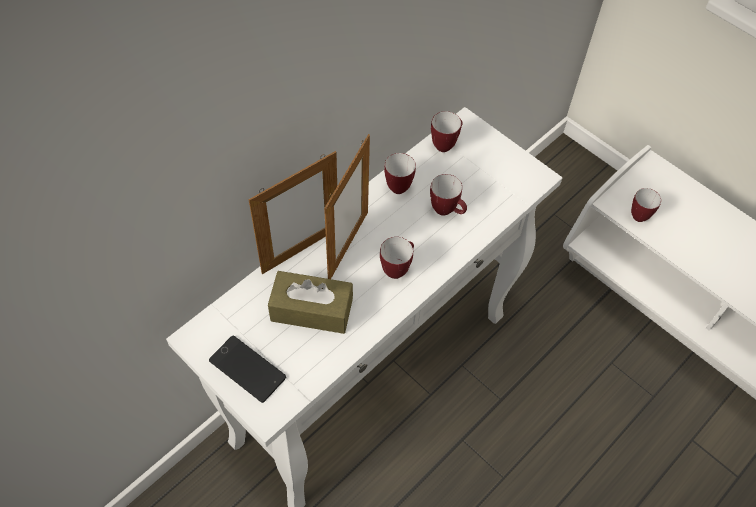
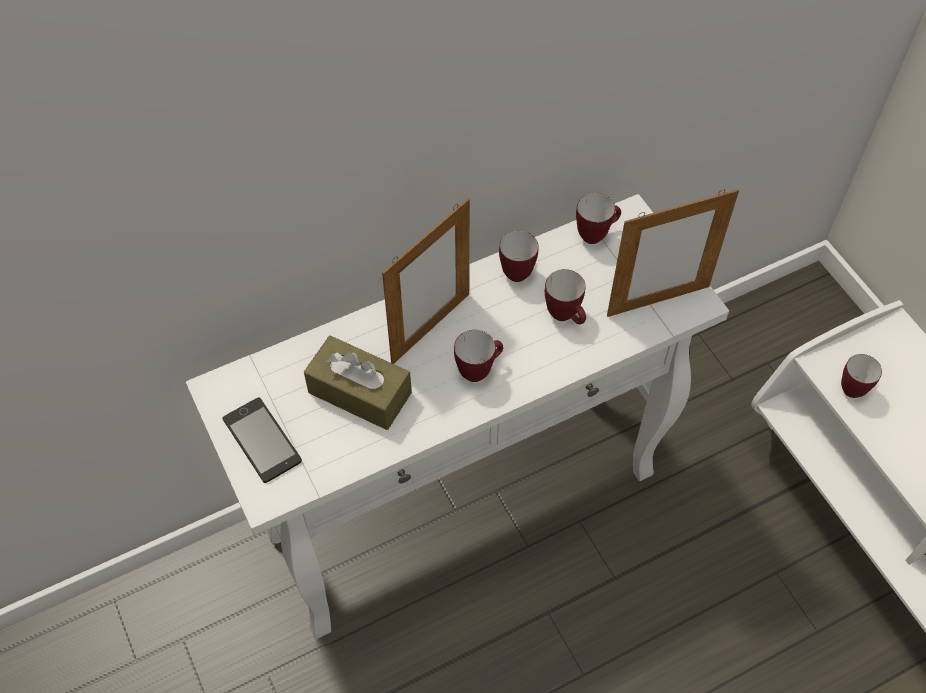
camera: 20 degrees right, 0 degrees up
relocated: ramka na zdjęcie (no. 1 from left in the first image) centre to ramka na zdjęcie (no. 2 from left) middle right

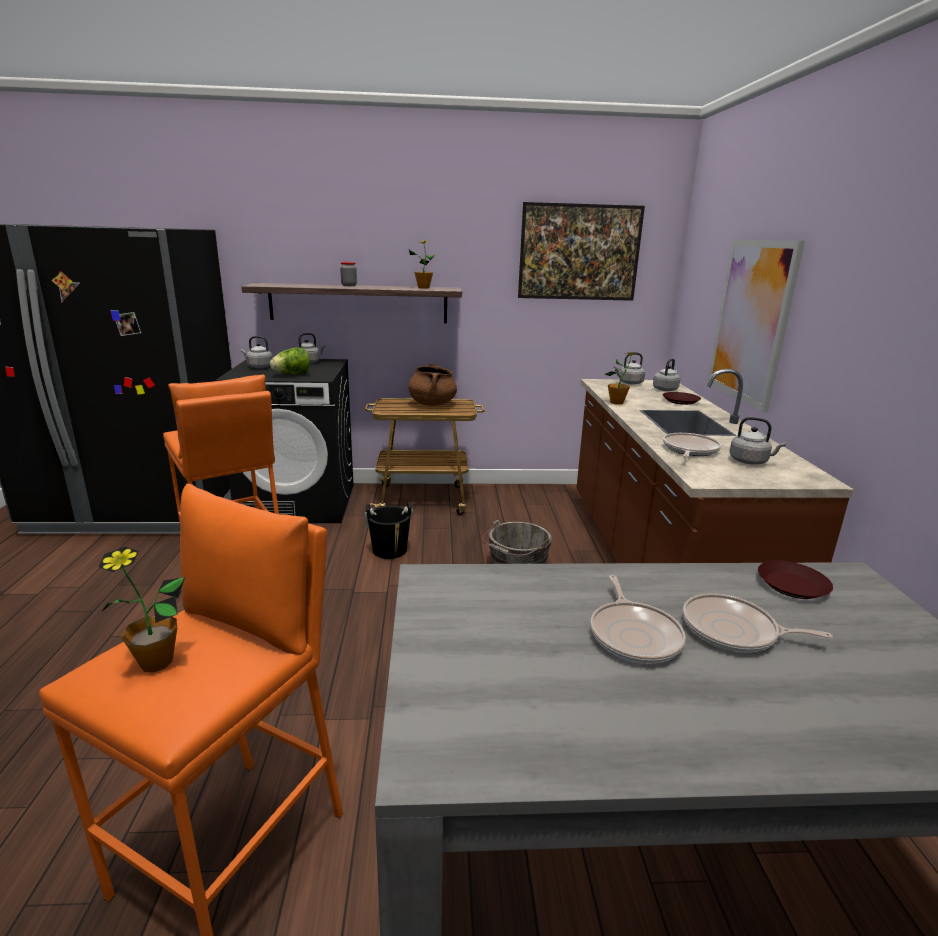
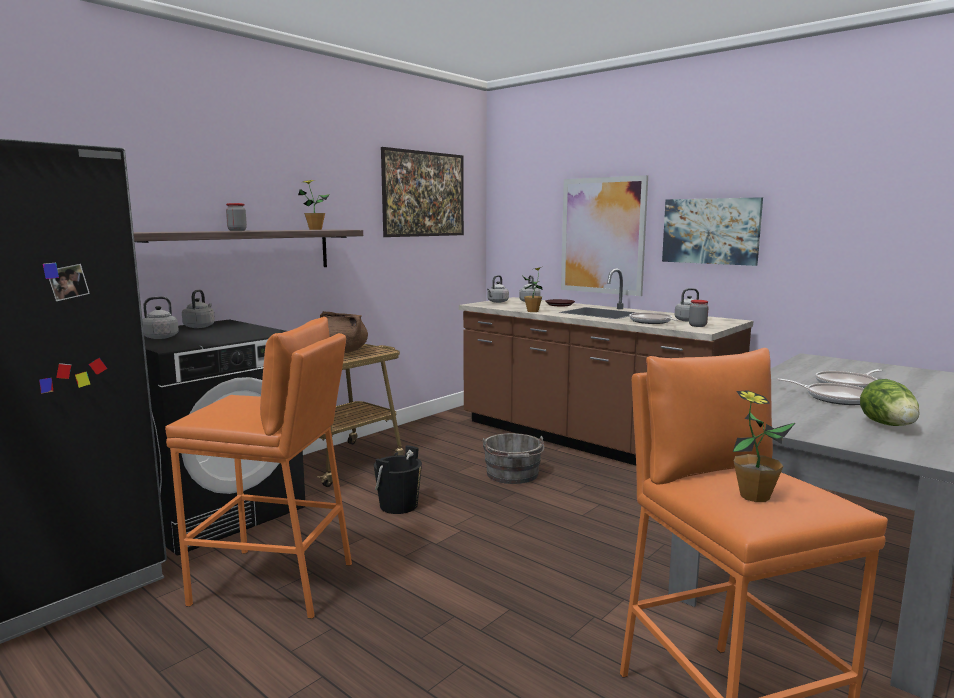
camera: 45 degrees left, 10 degrees down
missing: talerz [brązowy] (no. 2 from left) middle right
appeared: obraz (no. 3 from left) top right; słoik (no. 2 from left) middle right
relocated: sałata middle left to middle right

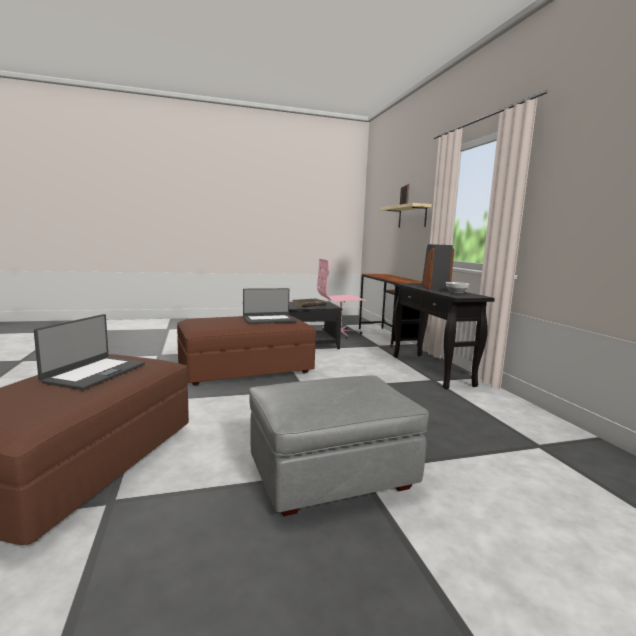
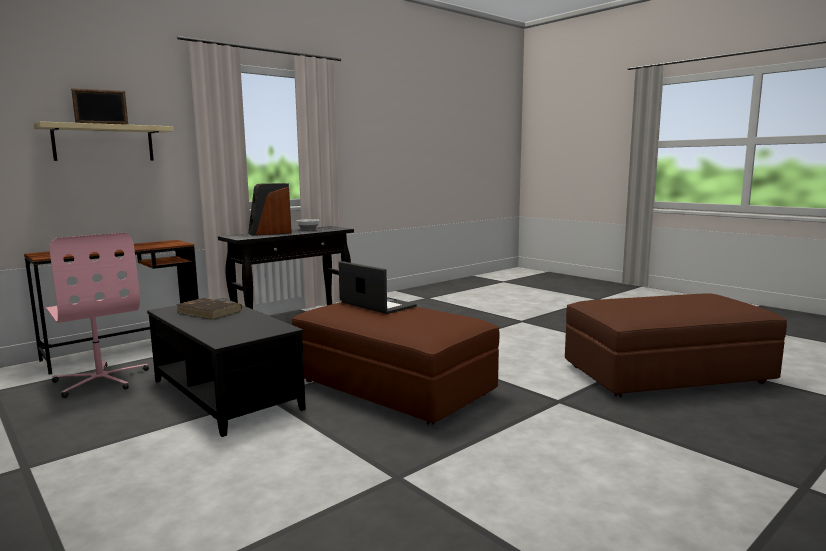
camera: 115 degrees left, 0 degrees up
missing: laptop (no. 1 from left) middle left; pufa [szary] bottom centre

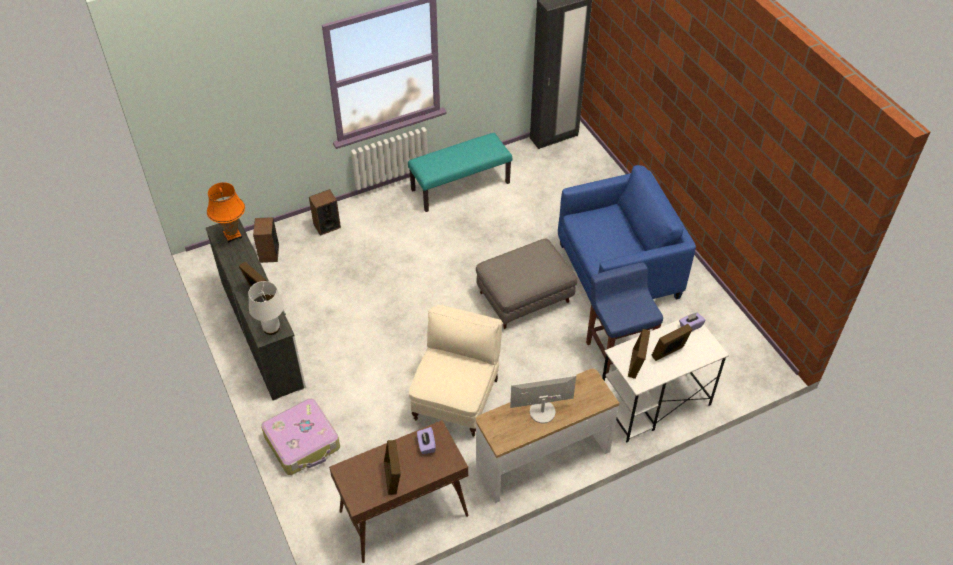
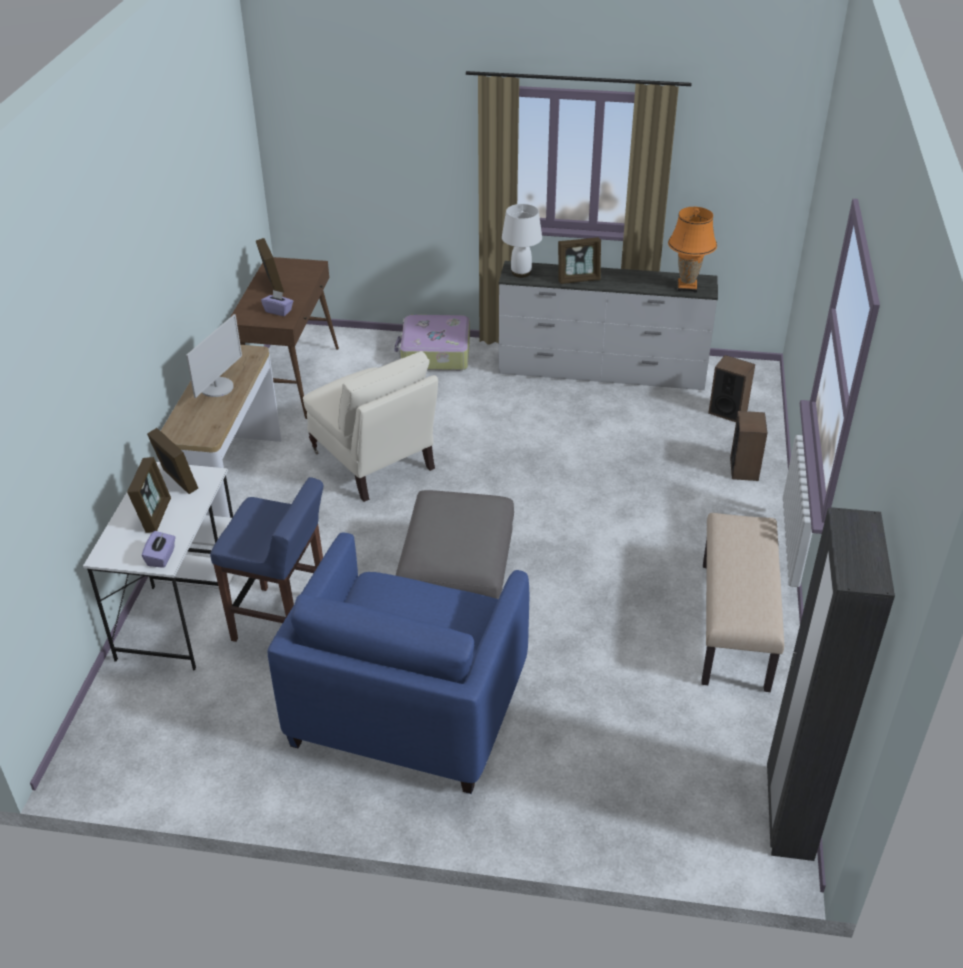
camera: 125 degrees right, 10 degrees down
colour: ławka [turkusowy] top centre to ławka [beżowy] middle right
spun: ramka na zdjęcie (no. 2 from left in the first image) bottom centre = top left 45 degrees clockwise

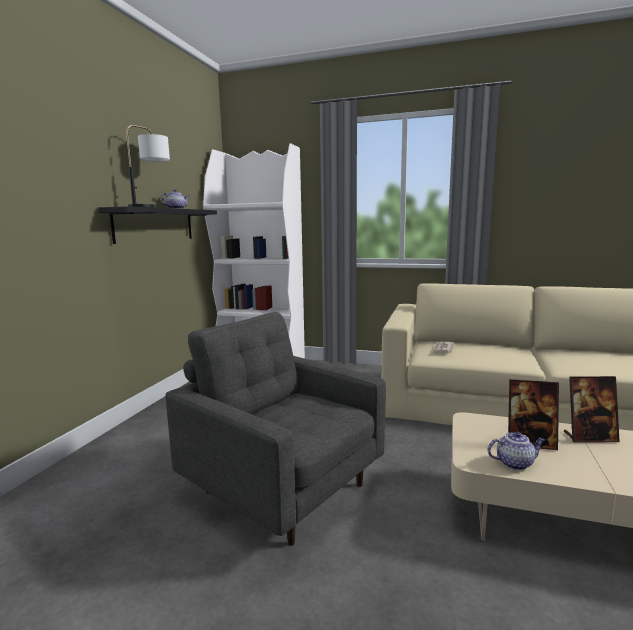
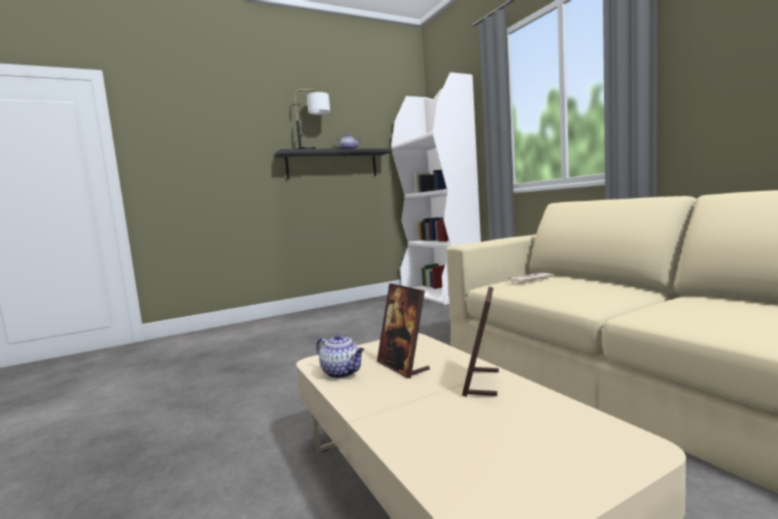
camera: 45 degrees right, 5 degrees down
missing: fotel [szary] bottom centre
spun: ramka na zdjęcie (no. 2 from left) middle right = centre 60 degrees clockwise

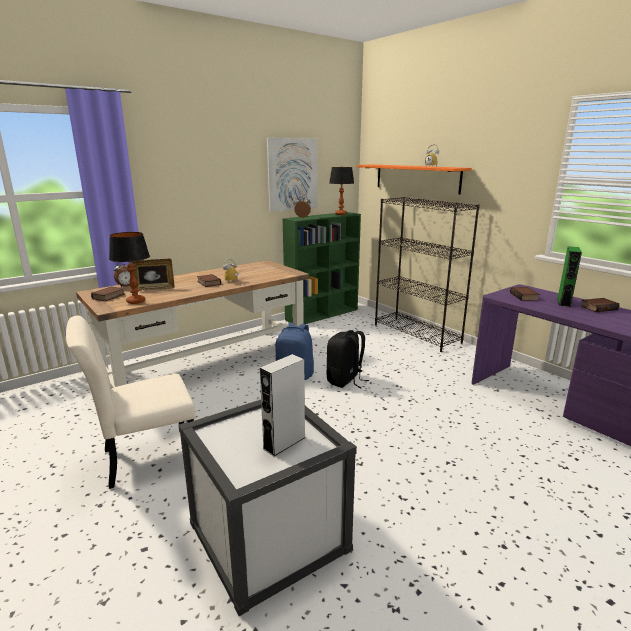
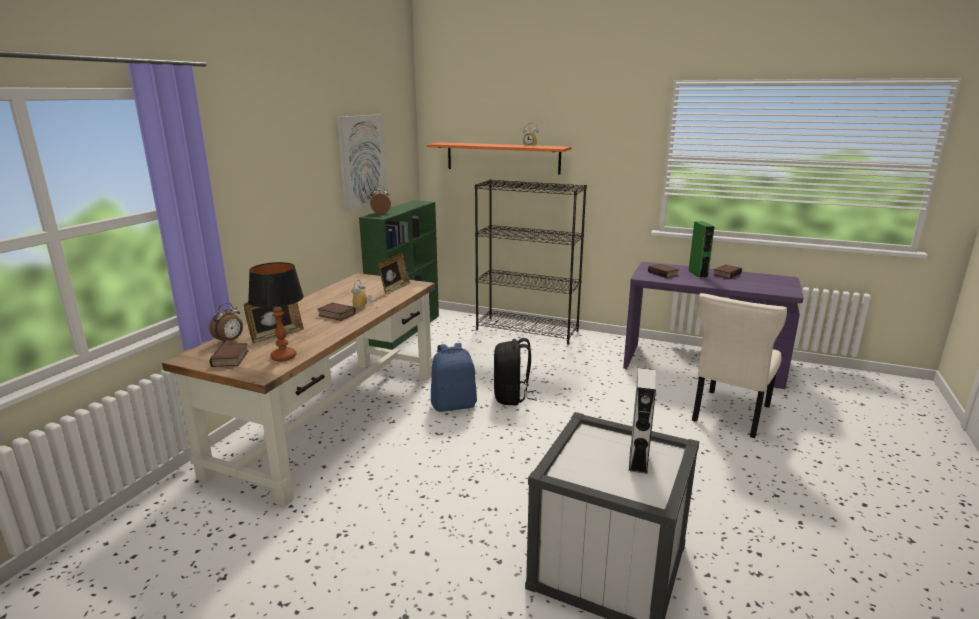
camera: 30 degrees left, 0 degrees up
missing: lampa stołowa (no. 2 from left) top centre
appeared: ramka na zdjęcie (no. 2 from left) centre
relocated: krzesło [beżowy] middle left to middle right

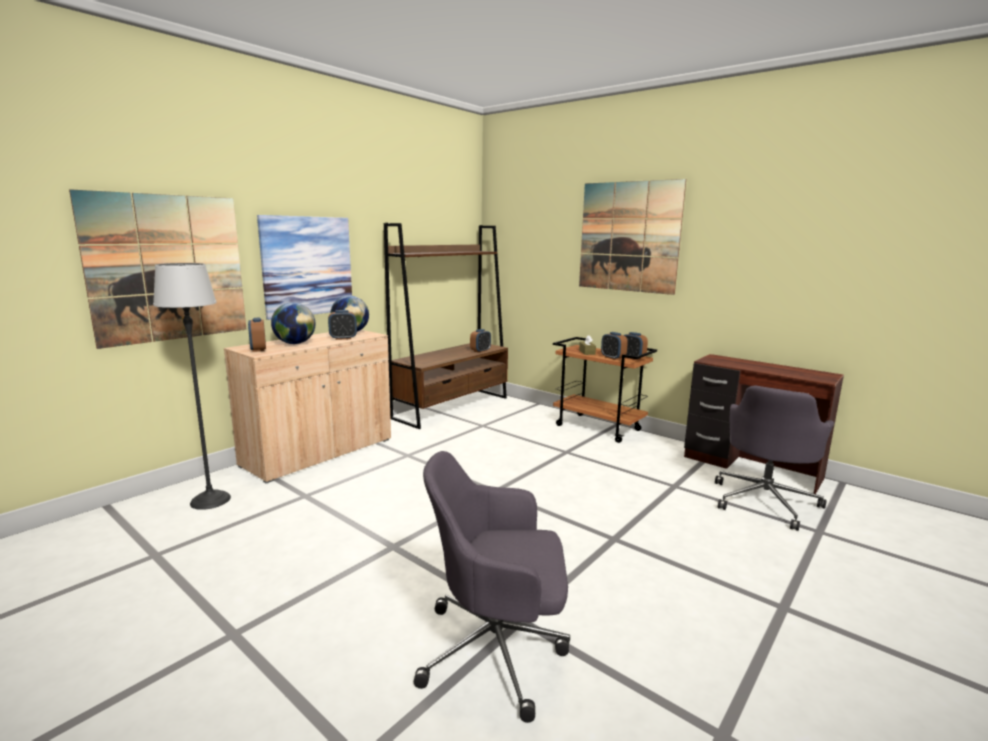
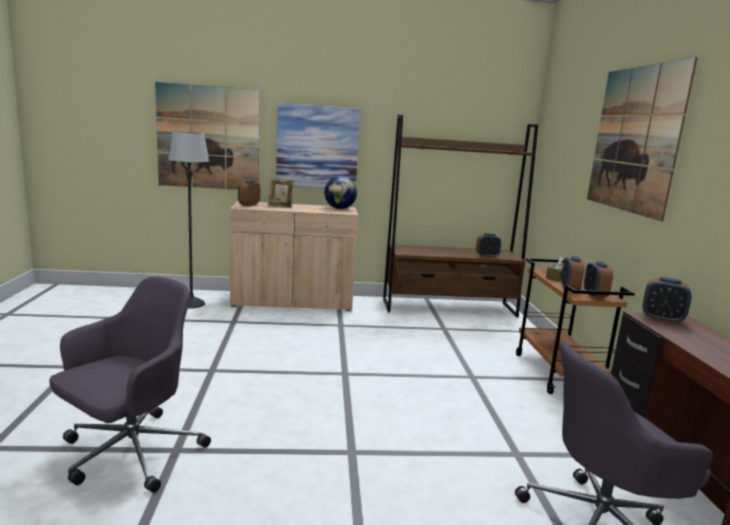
camera: 45 degrees right, 0 degrees up
relocated: budzik (no. 2 from left in the first image) centre to budzik (no. 5 from left) middle right
exchanged: globus (no. 1 from left) middle left to ramka na zdjęcie centre
spun: krzesło biurowe [szary] (no. 1 from left) bottom centre = bottom left 75 degrees clockwise

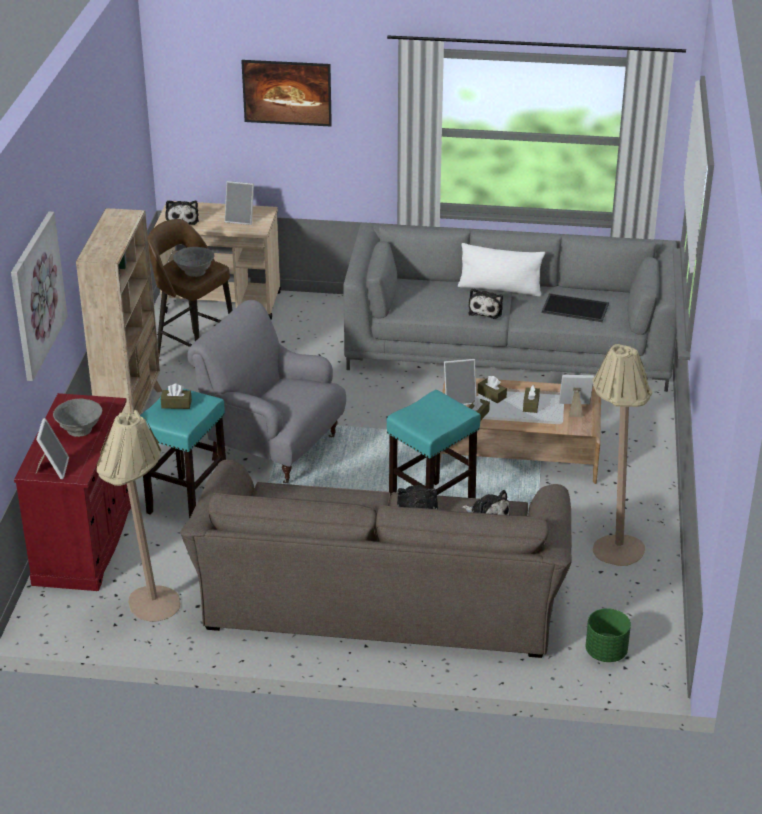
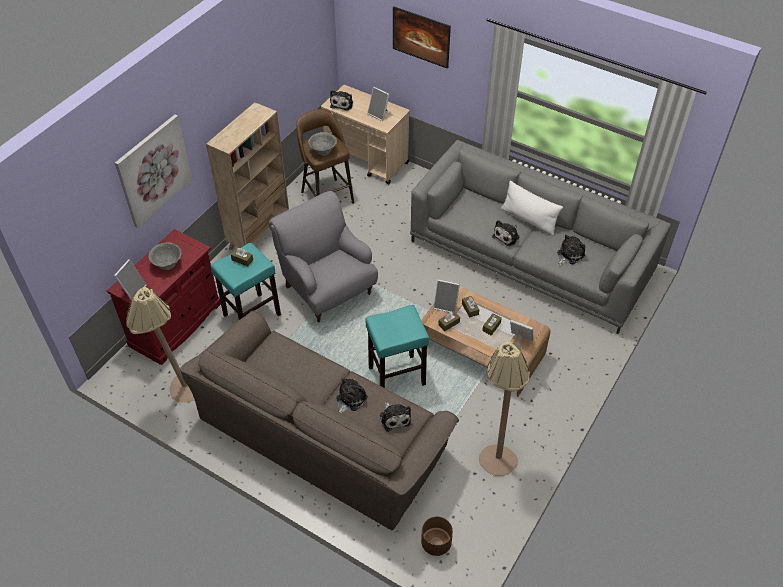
camera: 25 degrees right, 15 degrees up
exchanged: taca middle right to pluszak (no. 5 from left) middle right
colour: donica [zielony] bottom right to donica [brązowy] bottom centre

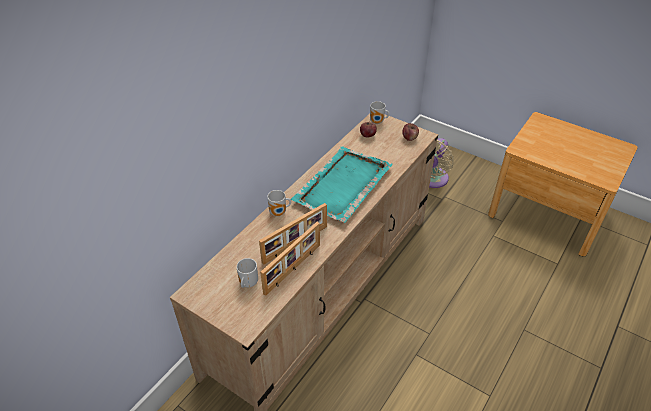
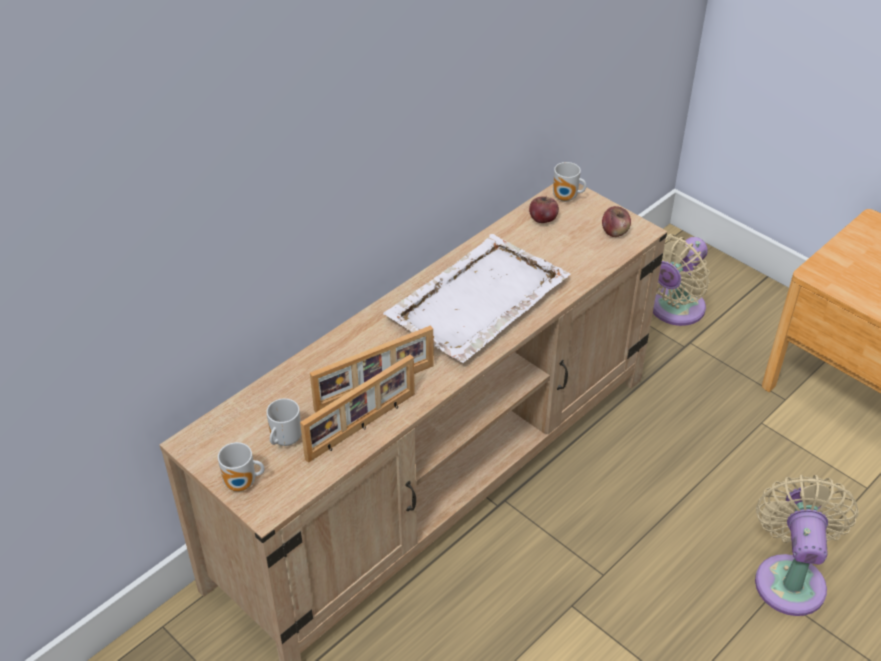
camera: 10 degrees right, 0 degrees up
appeared: wentylator [beżowy] (no. 2 from left) bottom right
relocated: kubek (no. 2 from left in the first image) centre to kubek (no. 1 from left) bottom left
colour: taca [turkusowy] centre to taca [biały] centre

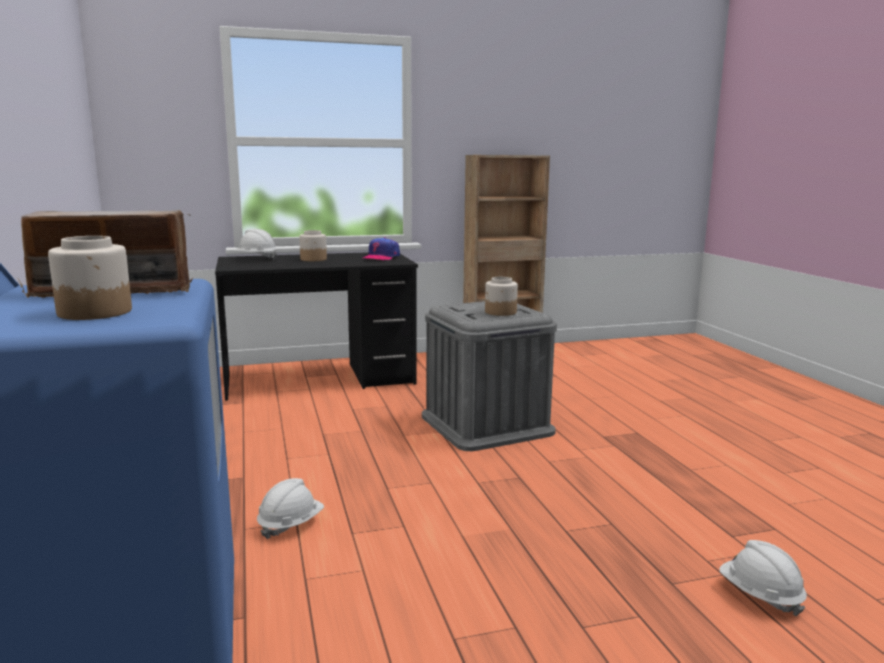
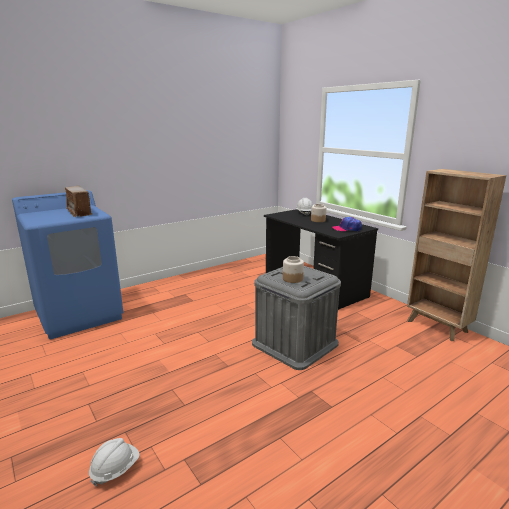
camera: 70 degrees right, 5 degrees up
missing: słoik (no. 1 from left) middle left; kask [biały] (no. 2 from left) bottom left

